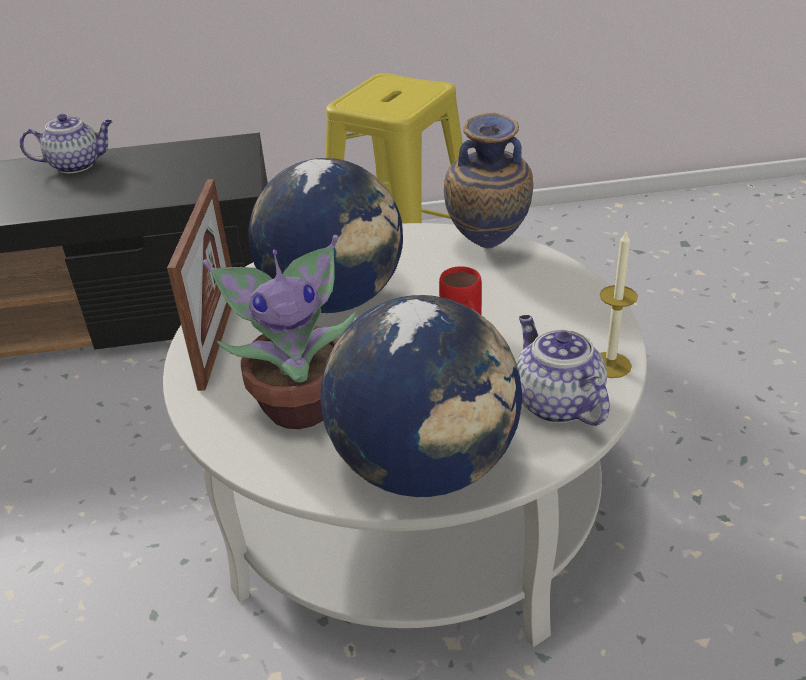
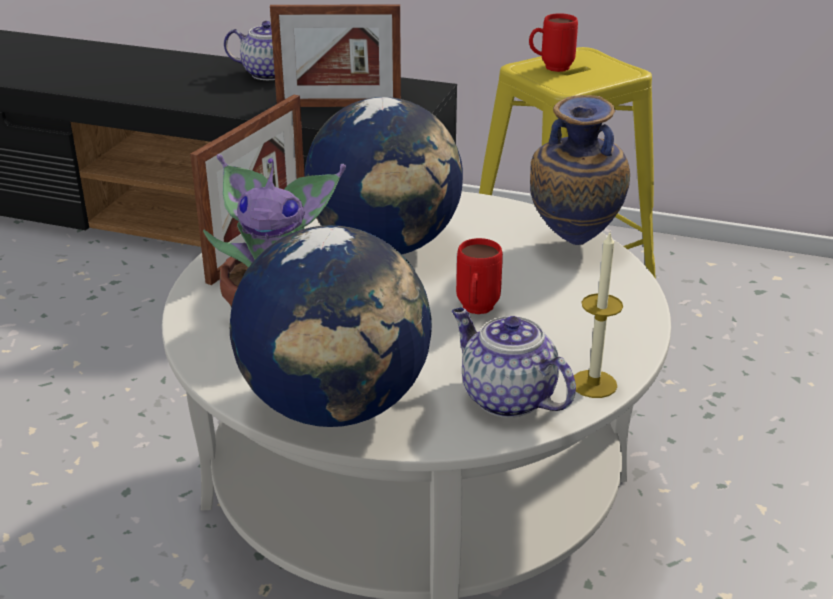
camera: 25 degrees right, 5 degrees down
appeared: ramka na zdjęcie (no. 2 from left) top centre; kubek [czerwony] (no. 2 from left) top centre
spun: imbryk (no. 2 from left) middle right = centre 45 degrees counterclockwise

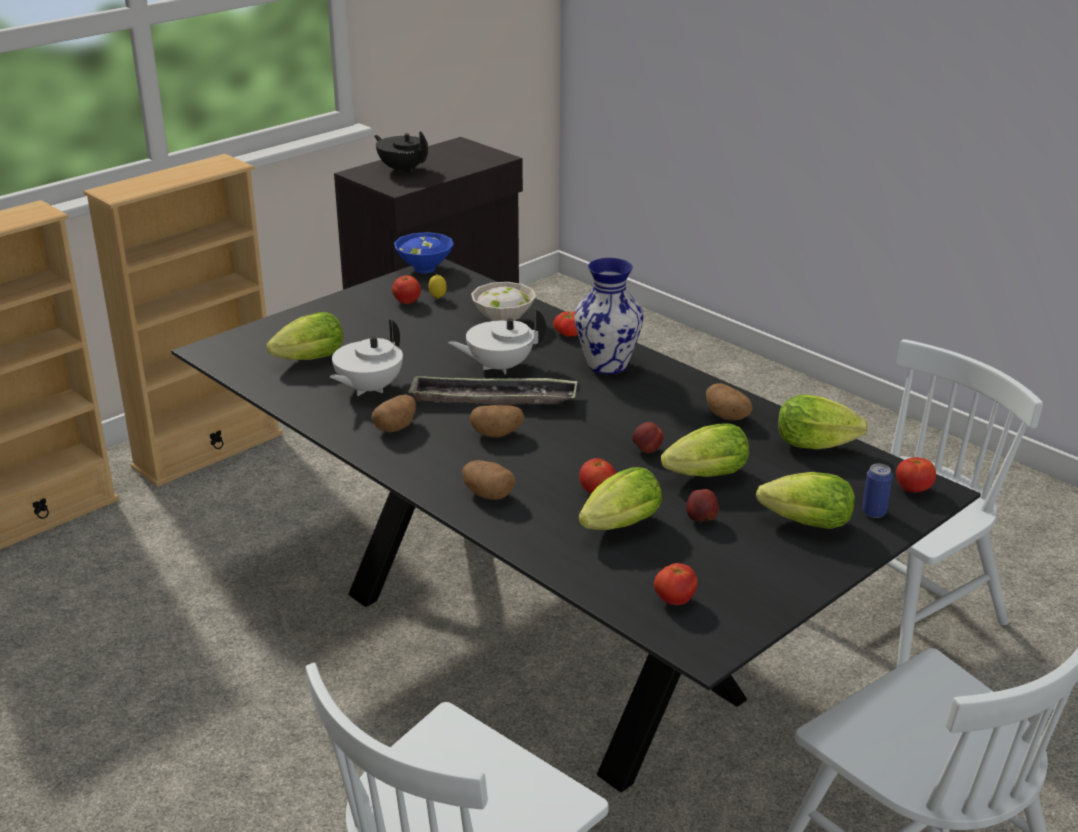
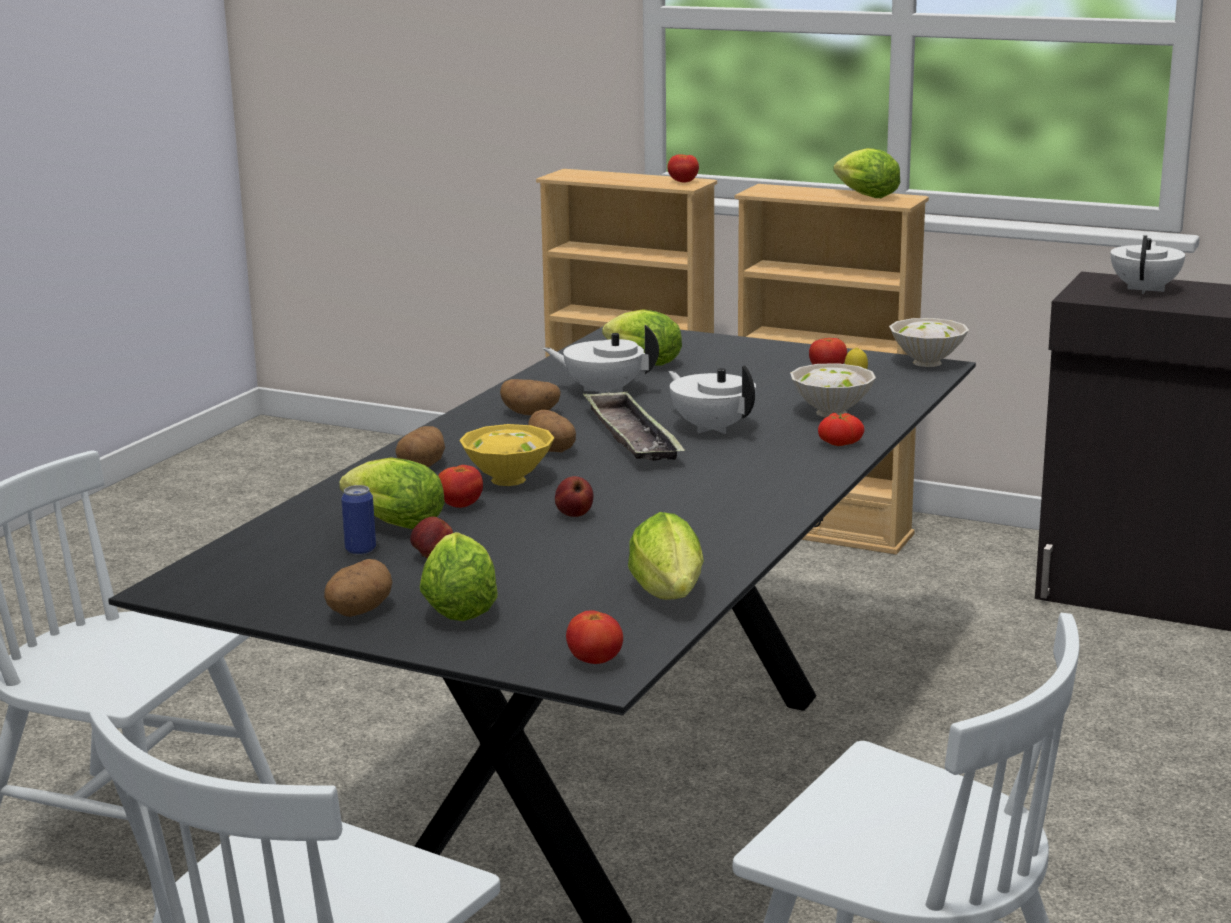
camera: 70 degrees right, 10 degrees down
missing: wazon centre
appeared: miska [żółty] centre
relocated: pomidor (no. 4 from left in the first image) bottom centre to pomidor (no. 3 from left) top centre; sałata (no. 3 from left in the first image) centre to sałata (no. 5 from left) top right; ziemniak (no. 4 from left in the first image) middle right to ziemniak (no. 1 from left) middle left; puszka middle right to middle left
colour: imbryk [czarny] top centre to imbryk [biały] (no. 3 from left) top right; miska [niebieski] top centre to miska [biały] (no. 2 from left) middle right

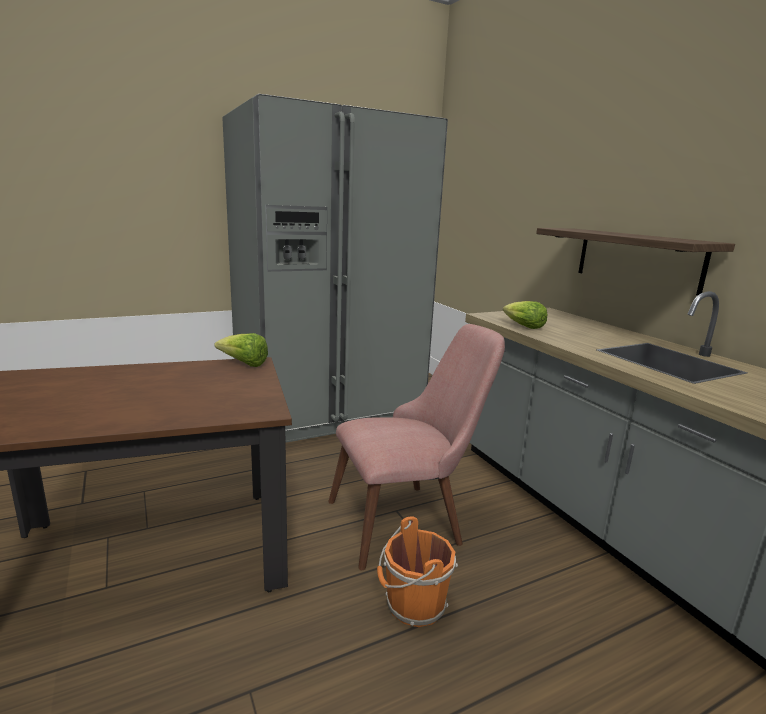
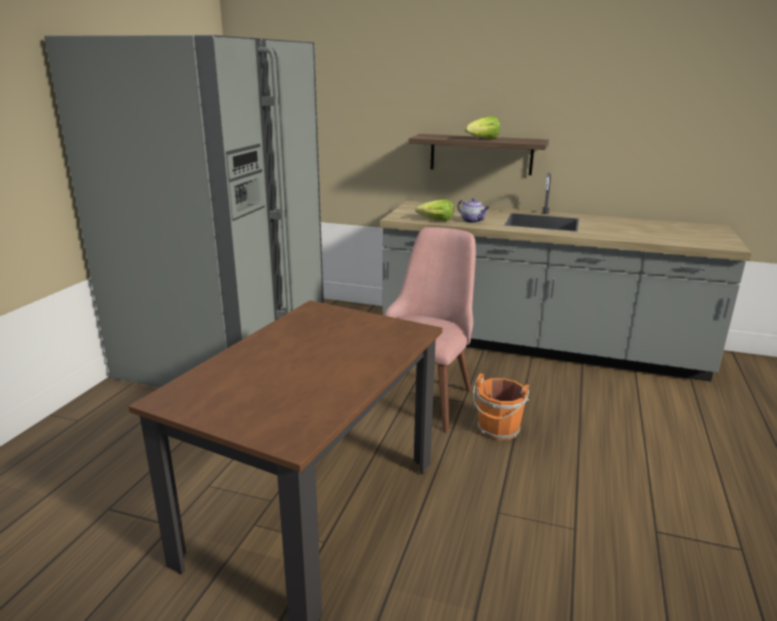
camera: 45 degrees left, 5 degrees up
appeared: imbryk centre
relocated: sałata (no. 1 from left in the first image) middle left to sałata (no. 2 from left) top centre

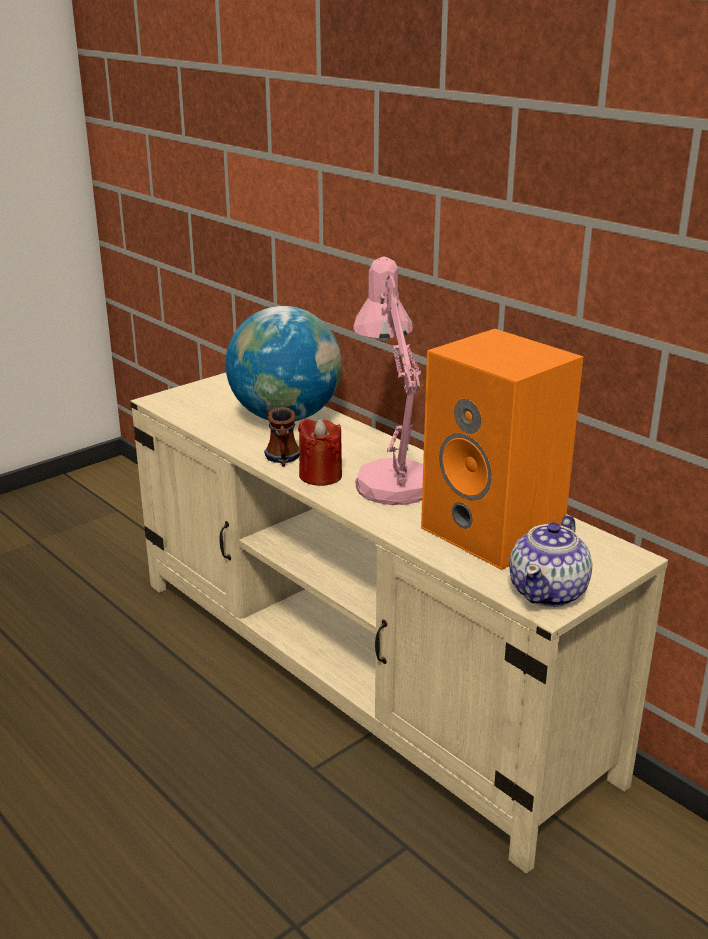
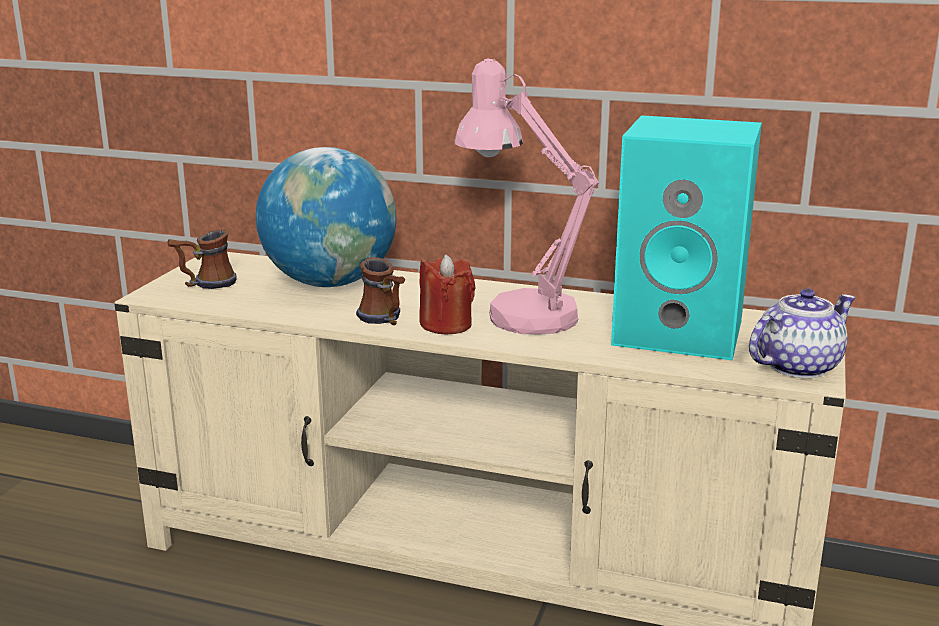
camera: 30 degrees left, 5 degrees down
appeared: kubek (no. 1 from left) middle left
colour: głośnik [pomarańczowy] middle right to głośnik [turkusowy] middle right
spun: imbryk middle right = middle right 120 degrees counterclockwise

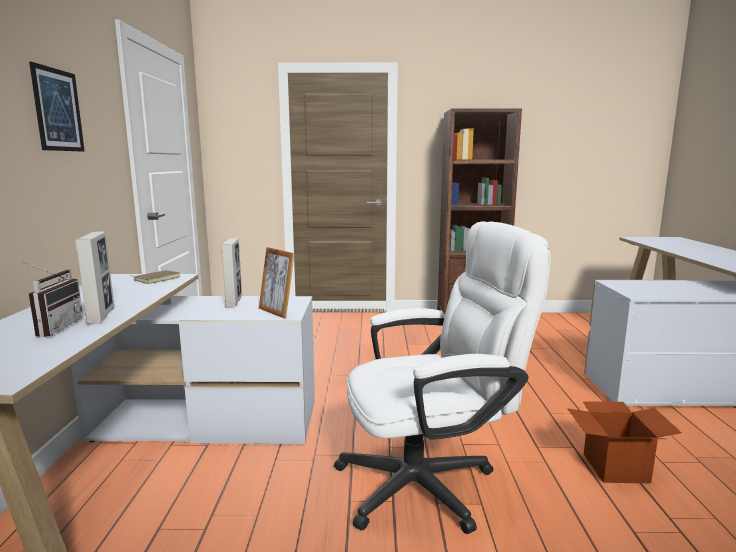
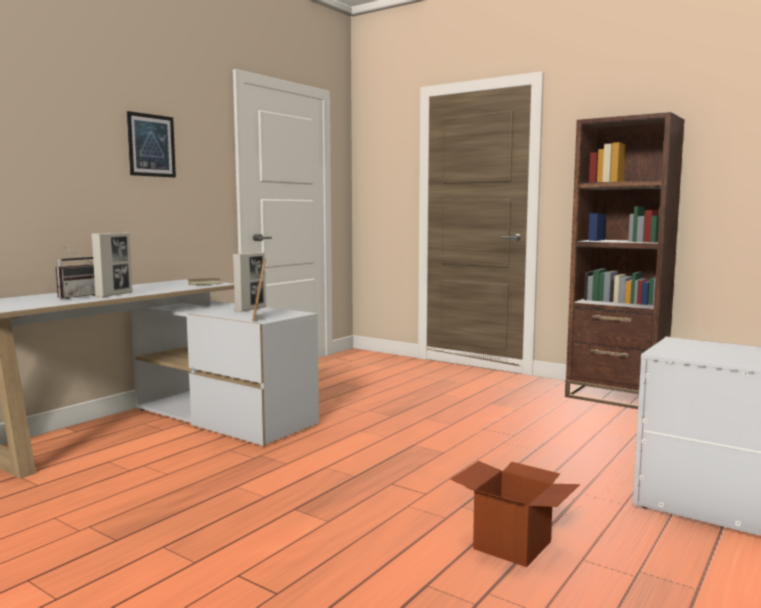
camera: 35 degrees right, 5 degrees down
missing: krzesło biurowe [biały] bottom centre

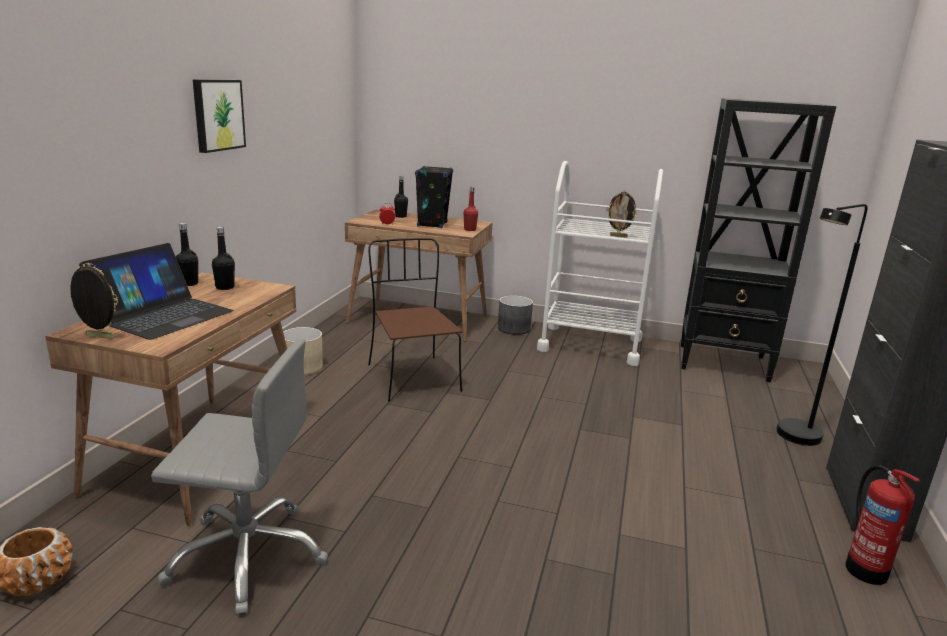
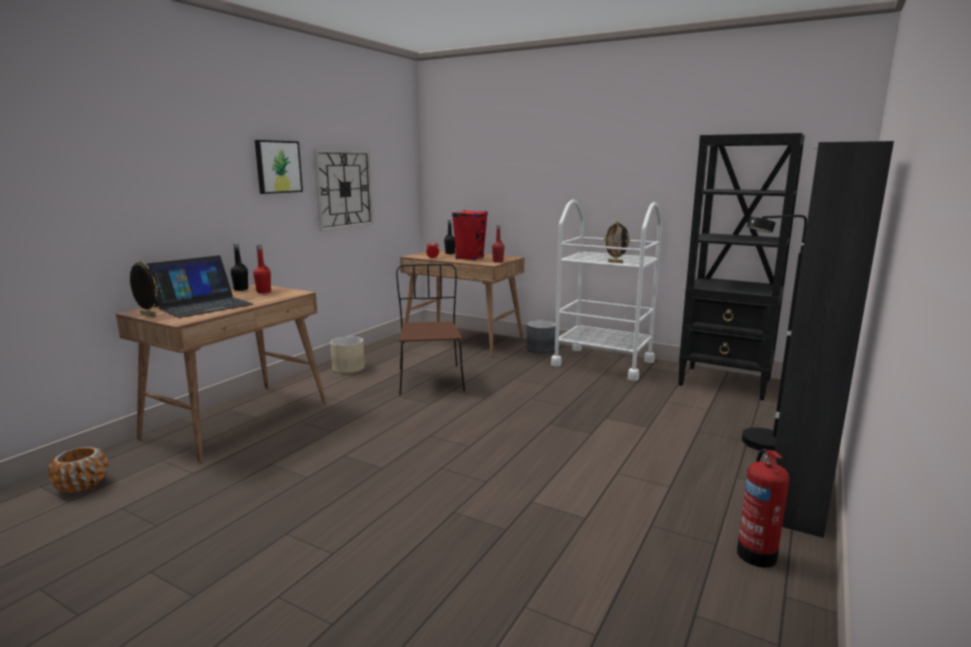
camera: 15 degrees right, 5 degrees down
missing: krzesło biurowe [szary] bottom left
appeared: zegar ścienny top centre
colour: butelka [czarny] (no. 2 from left) middle left to butelka [czerwony] (no. 1 from left) middle left; głośnik [czarny] top centre to głośnik [czerwony] centre

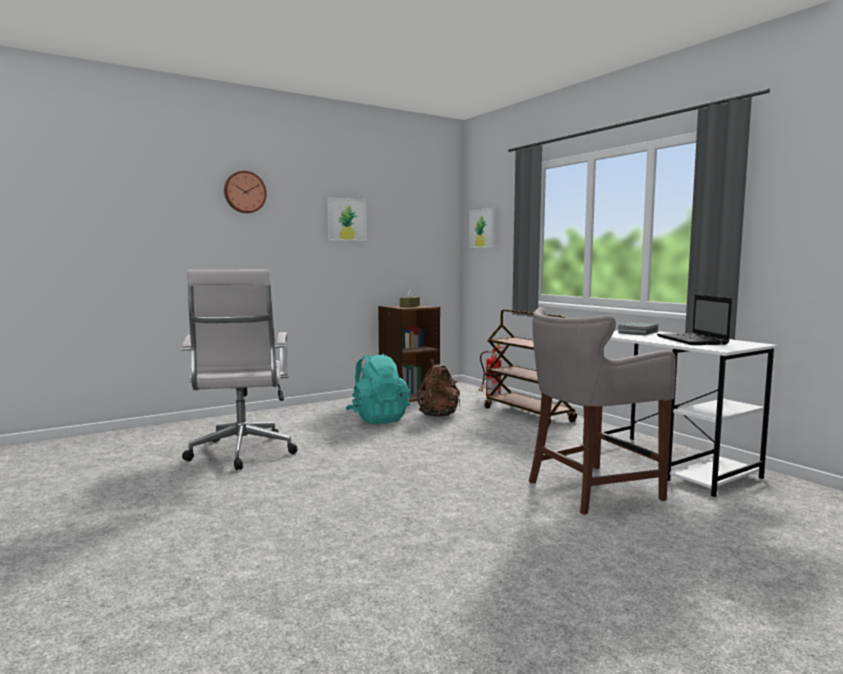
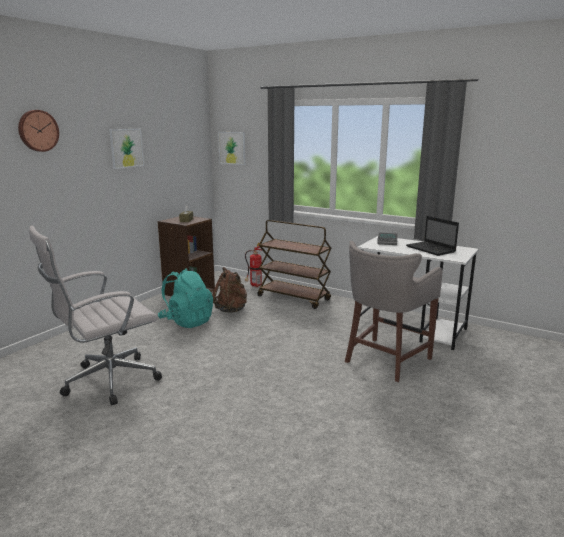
camera: 25 degrees left, 10 degrees up
spun: krzesło biurowe [biały] middle left = middle left 90 degrees clockwise

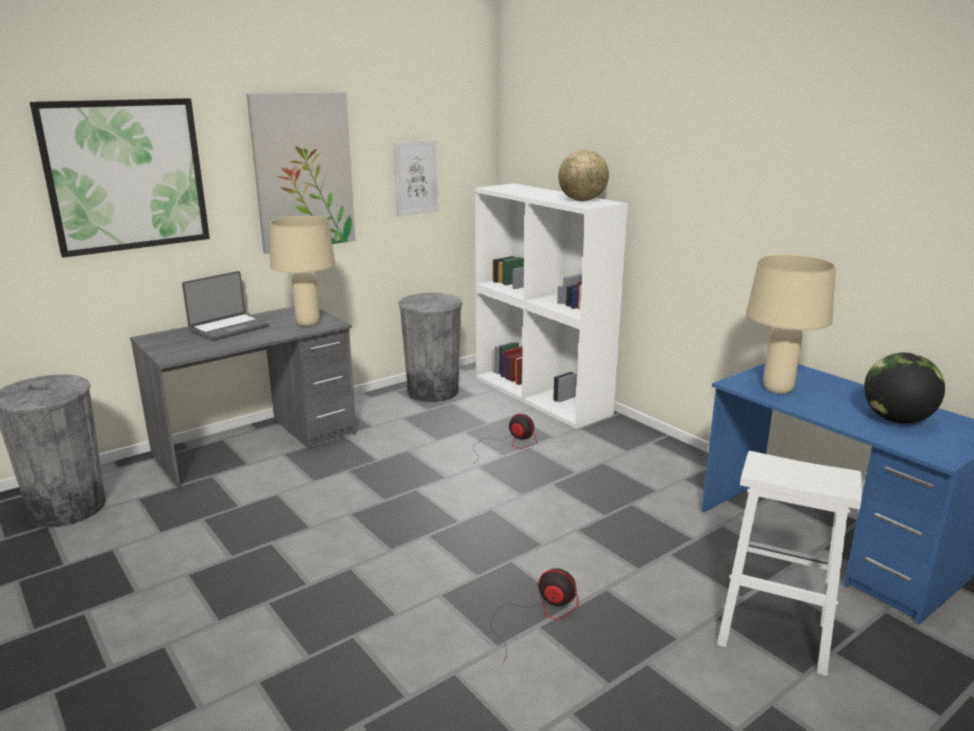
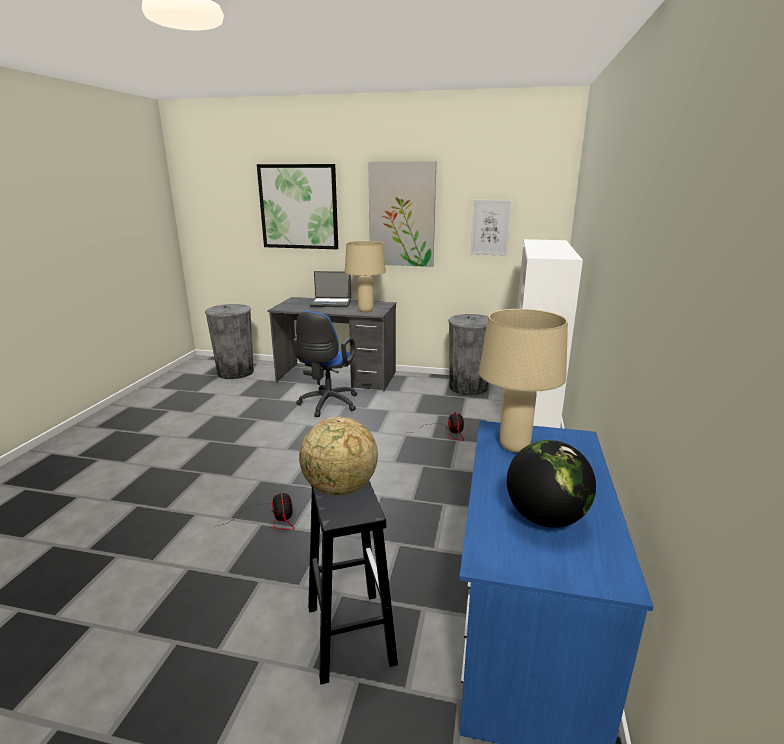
camera: 50 degrees right, 0 degrees up
appeared: krzesło biurowe [niebieski] centre
relocated: globus (no. 1 from left) top centre to centre
colour: stołek [biały] bottom right to stołek [czarny] bottom centre

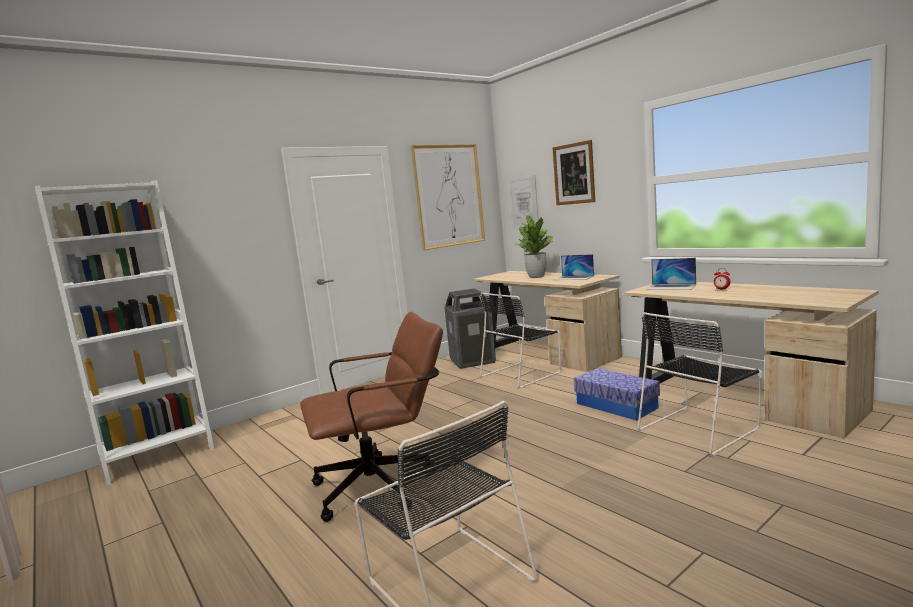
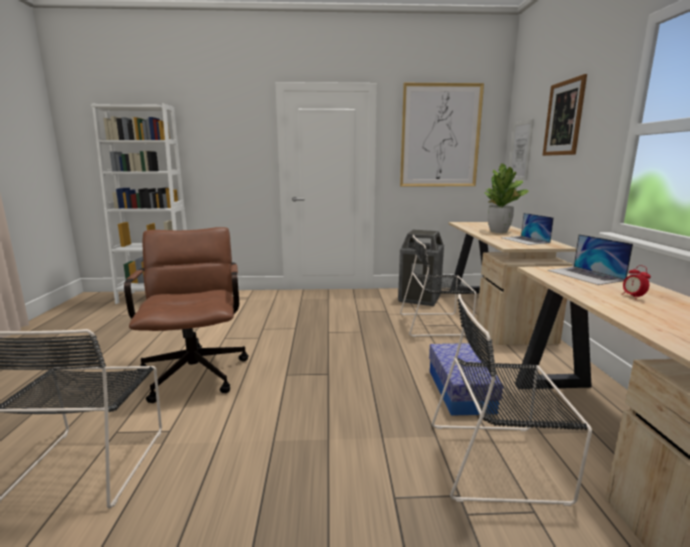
camera: 35 degrees right, 5 degrees up
spun: krzesło biurowe [brązowy] bottom centre = middle left 120 degrees counterclockwise

